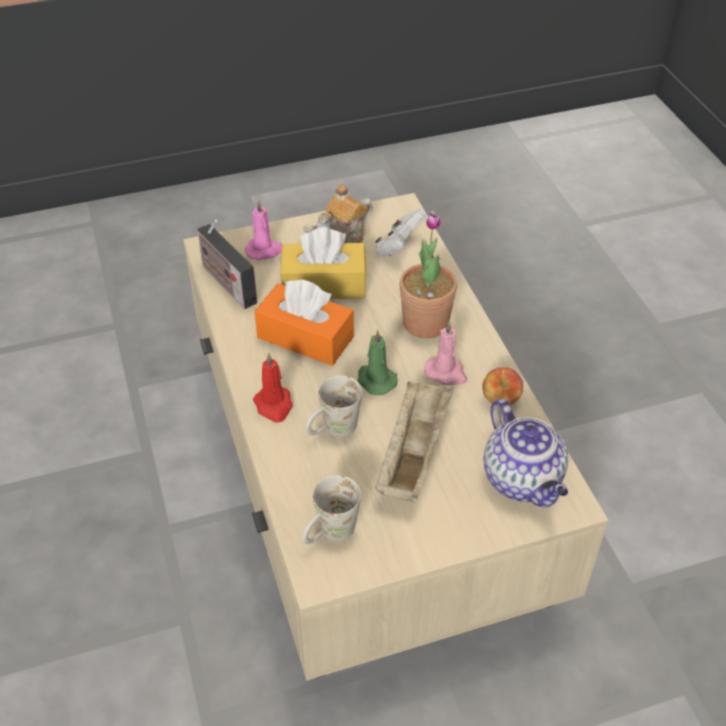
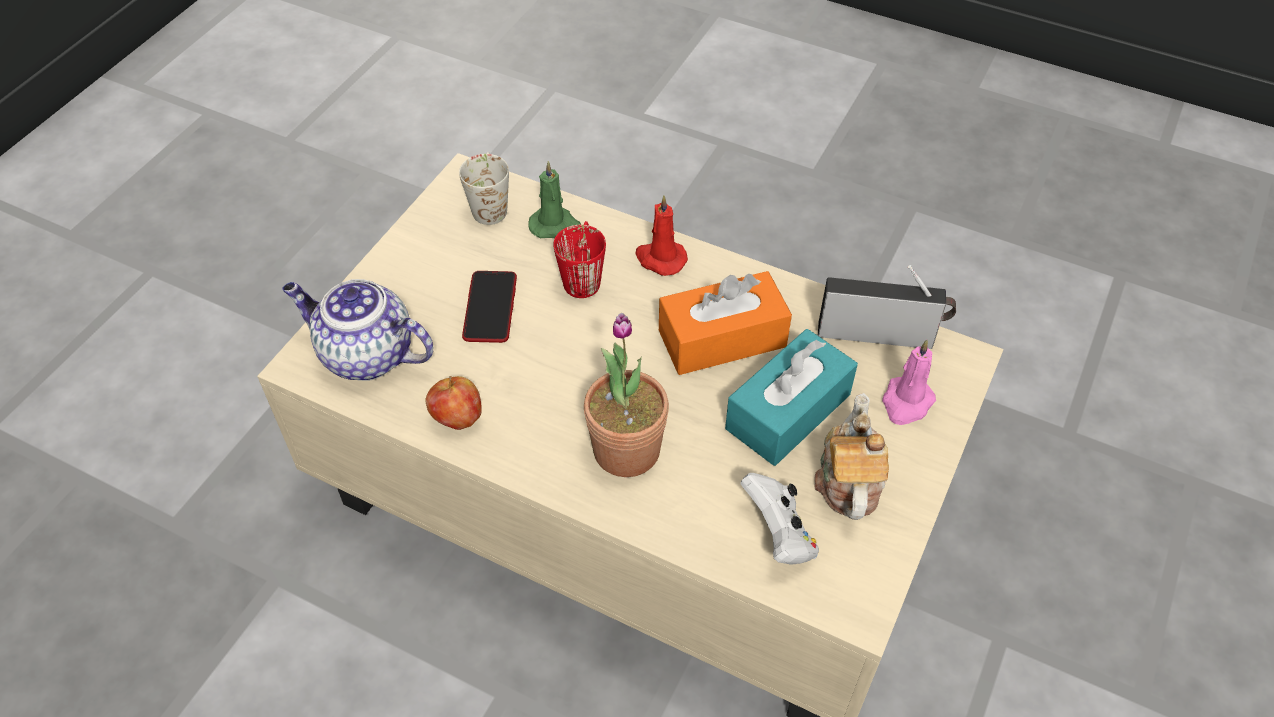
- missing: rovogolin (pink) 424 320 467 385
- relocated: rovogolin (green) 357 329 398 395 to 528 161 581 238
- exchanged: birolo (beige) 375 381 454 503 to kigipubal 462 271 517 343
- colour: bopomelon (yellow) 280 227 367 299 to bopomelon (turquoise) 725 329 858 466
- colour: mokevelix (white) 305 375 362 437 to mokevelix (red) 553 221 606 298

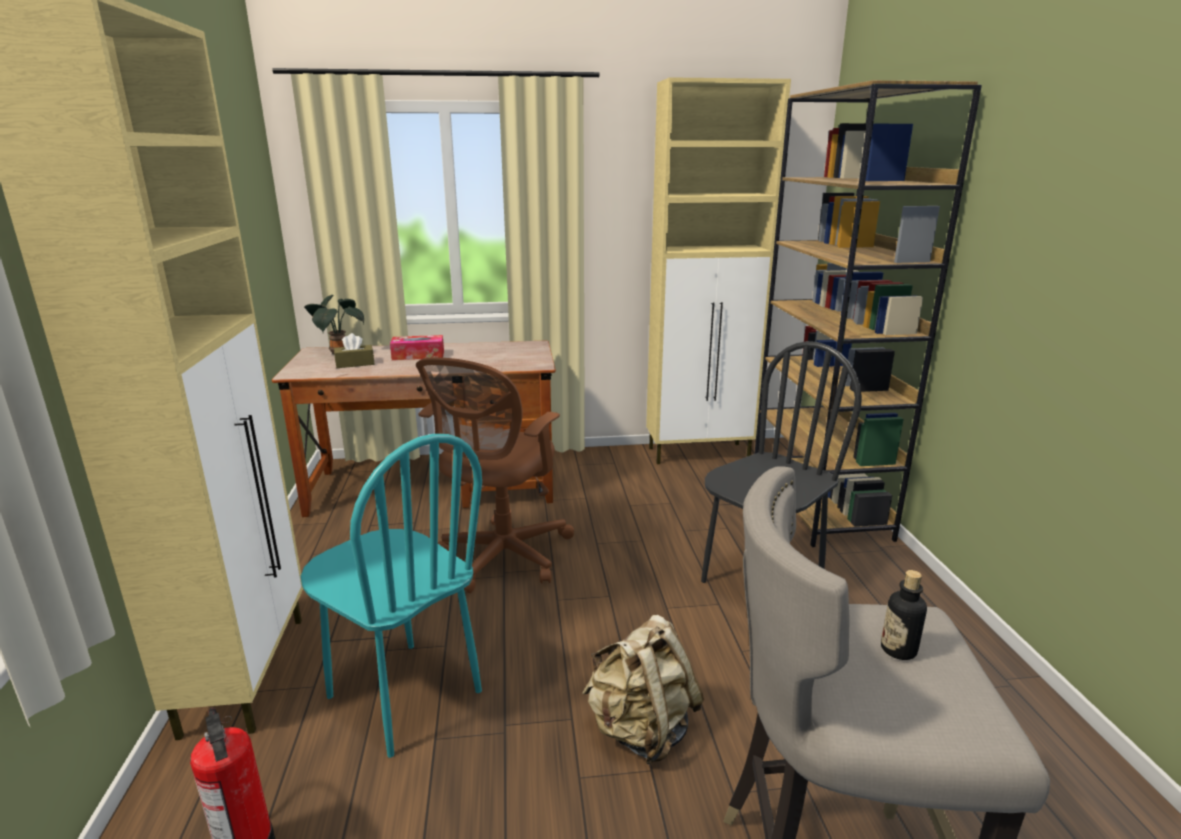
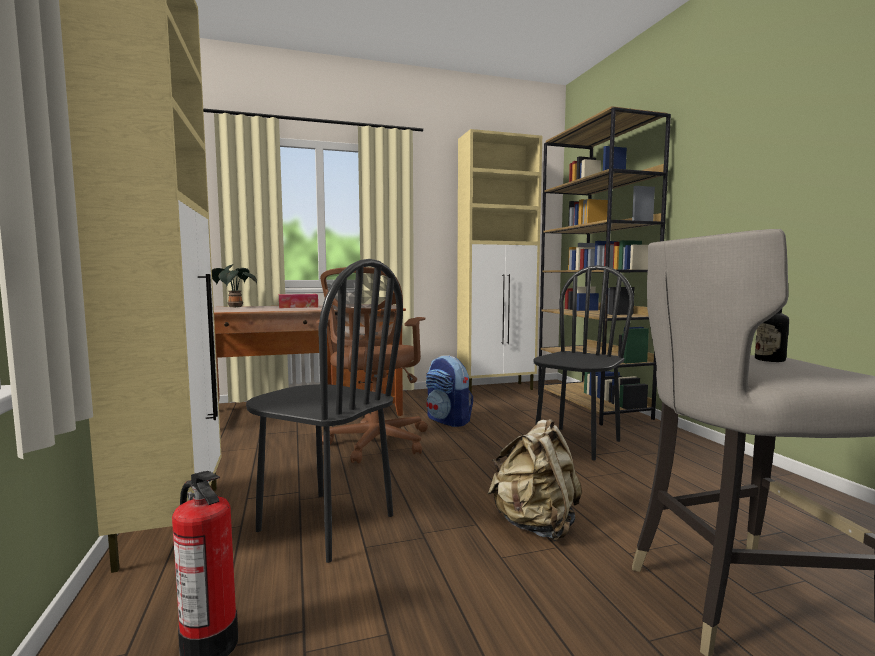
- missing: bopomelon (brown) 334 333 374 368
- appeared: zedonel 426 355 473 427
- colour: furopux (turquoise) 301 434 482 758 to furopux (black) 246 259 403 563

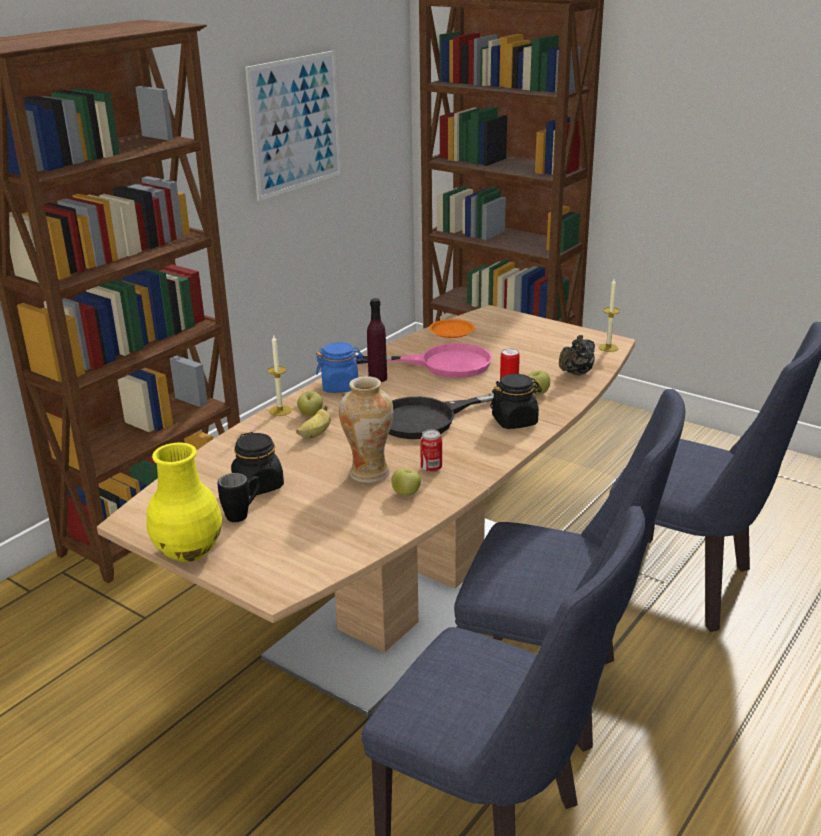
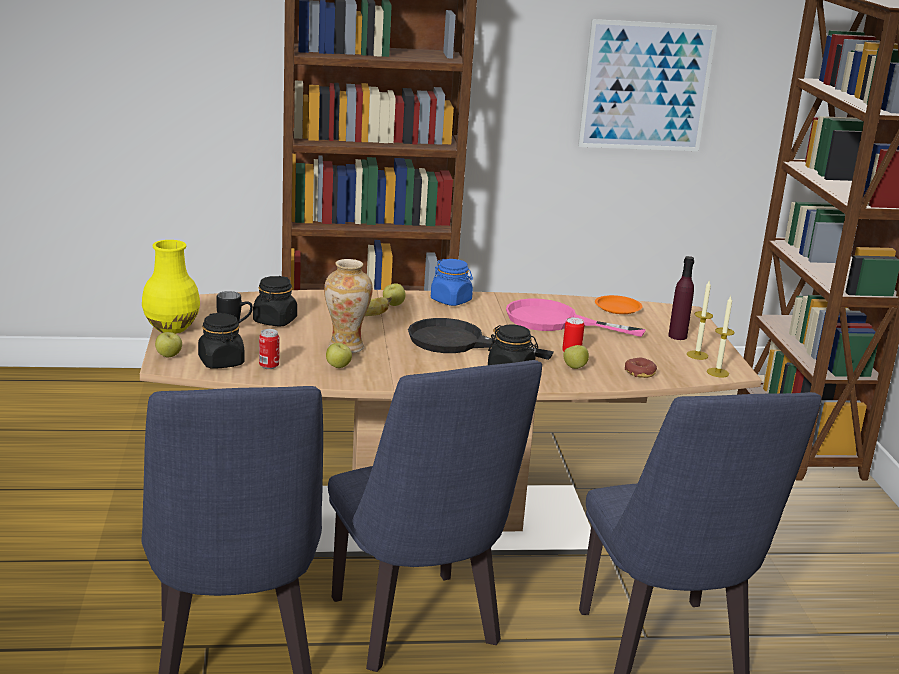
- appeared: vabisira 155 332 182 357
- appeared: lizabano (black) 198 313 244 369
- relocated: rovogolin 267 335 292 416 to 687 281 713 360
- relocated: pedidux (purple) 367 298 387 382 to 668 256 694 340
- relocated: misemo 420 429 442 473 to 259 329 280 369
- exchanged: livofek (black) 559 335 595 376 to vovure 625 358 657 378
- spun: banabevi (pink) 355 343 492 378 = 506 299 645 337 150 degrees clockwise

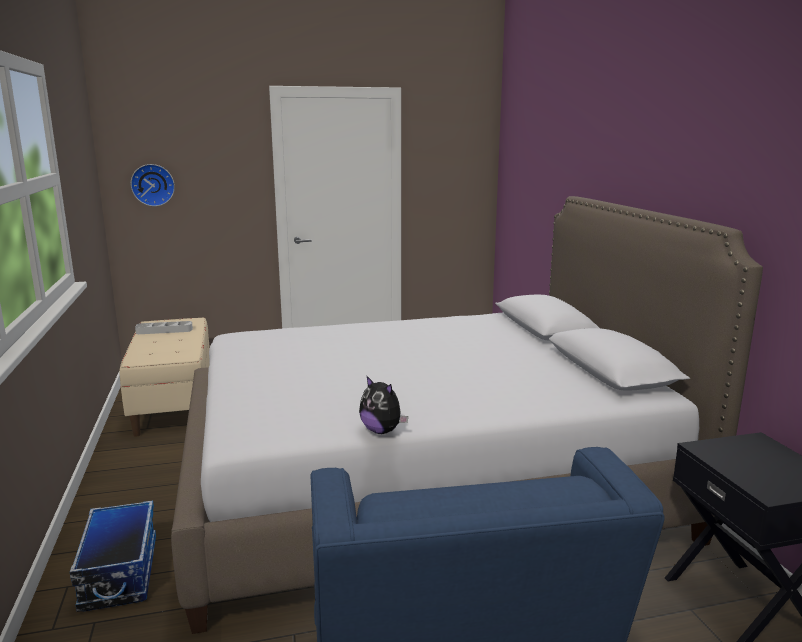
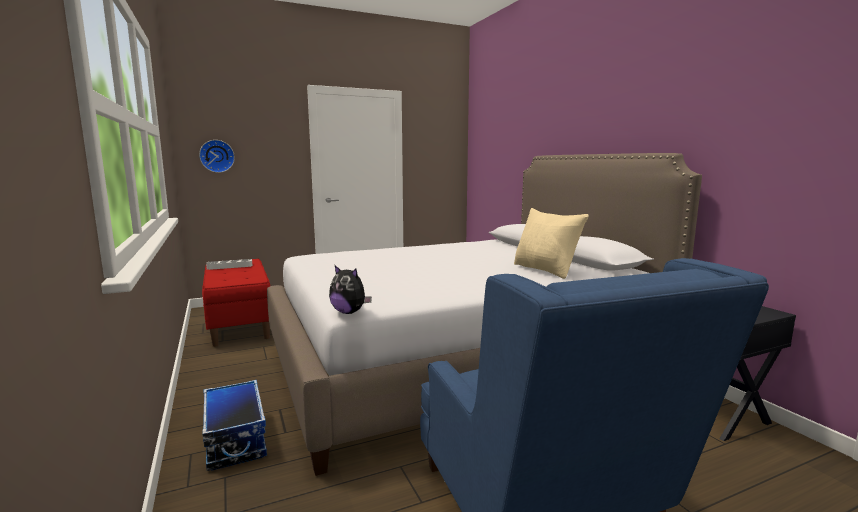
- appeared: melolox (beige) 514 208 589 279
- relocated: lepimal 359 375 408 434 to 329 265 372 314
- colour: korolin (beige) 120 317 210 437 to korolin (red) 202 259 270 347

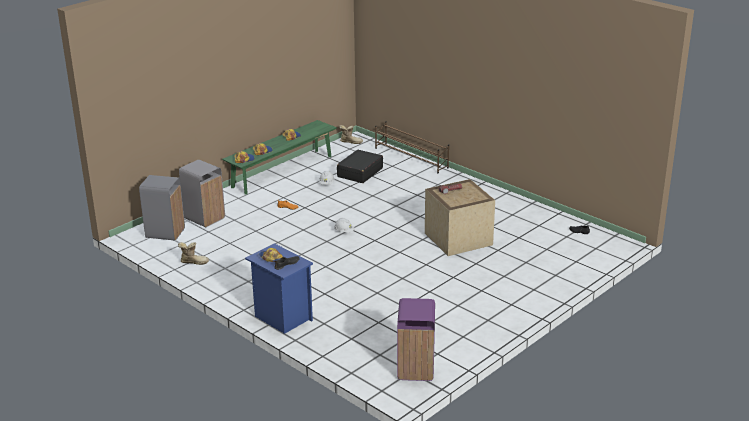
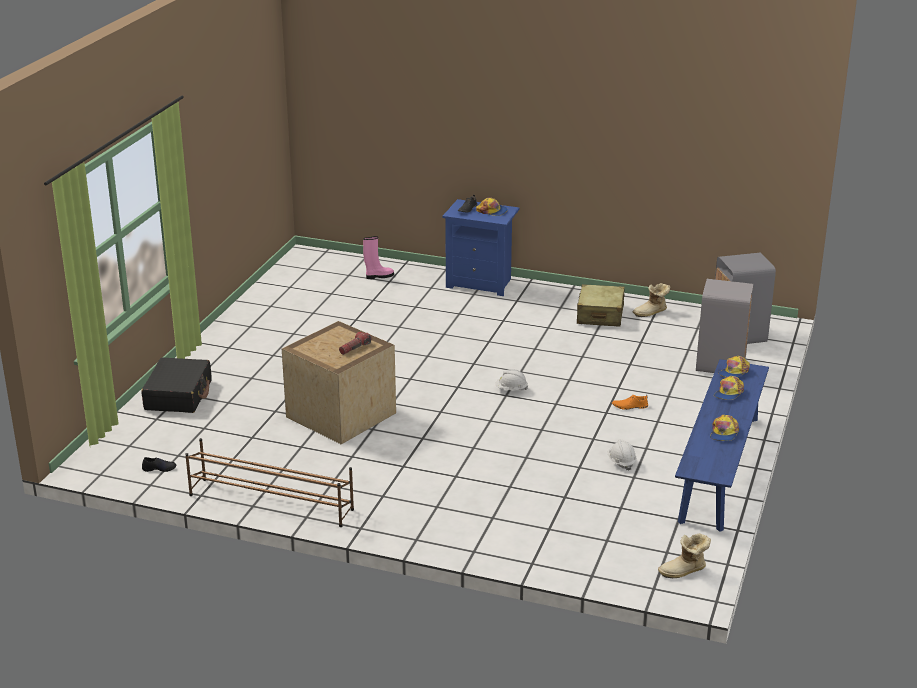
- missing: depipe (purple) 397 298 435 381
- appeared: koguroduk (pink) 363 236 394 279
- appeared: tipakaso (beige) 577 284 625 326
- relocated: tipakaso (black) 337 150 383 183 to 141 357 212 413
- relocated: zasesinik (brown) 375 121 449 173 to 185 438 354 527
- colour: korolin (green) 222 120 337 195 to korolin (blue) 675 359 769 532

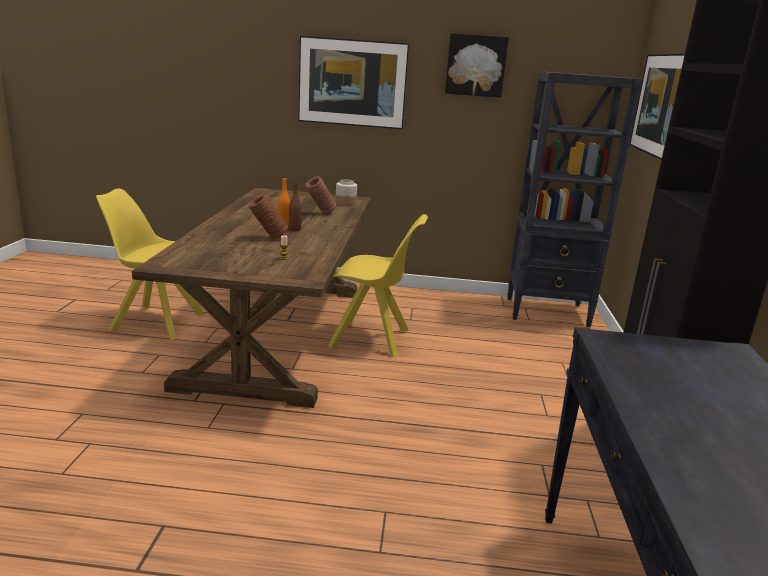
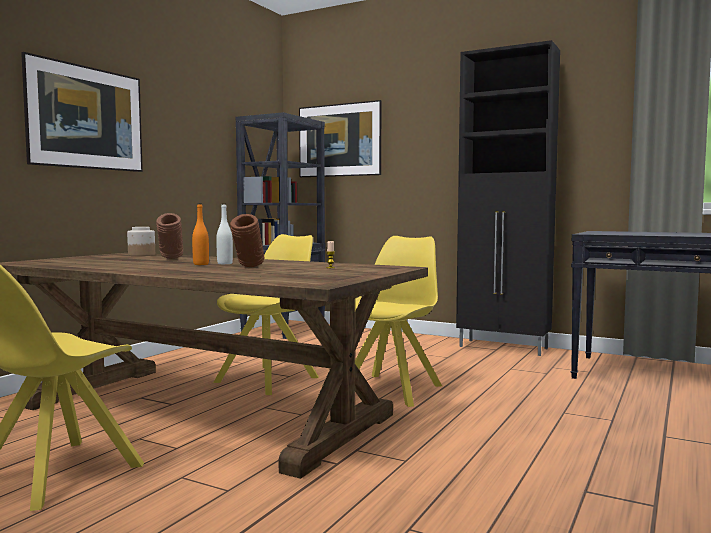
- missing: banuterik 445 33 509 98
- appeared: furopux (yellow) 355 236 442 407
- colour: pedidux (brown) 289 180 302 231 to pedidux (white) 216 203 233 264

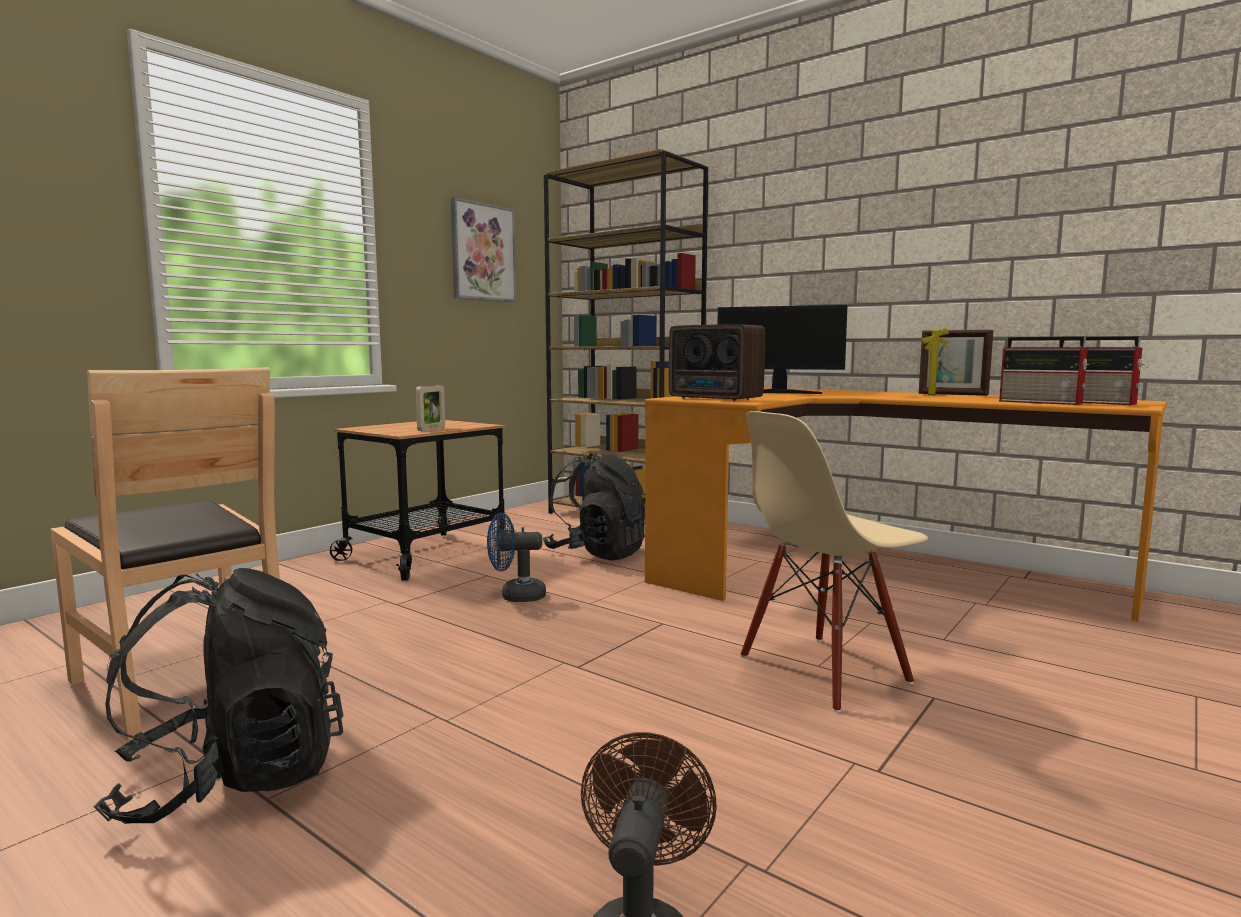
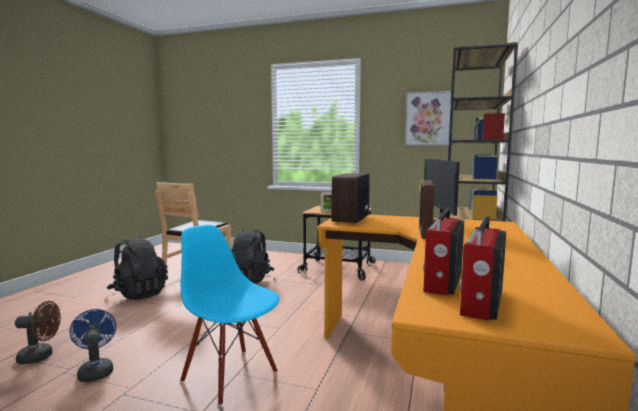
- relocated: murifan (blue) 487 513 546 602 to 69 309 116 382
- relocated: zedonel (black) 543 453 645 561 to 231 229 275 284
- relocated: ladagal 919 327 993 396 to 419 180 435 239
- colour: furopux (beige) 741 411 928 713 to furopux (blue) 180 225 279 406

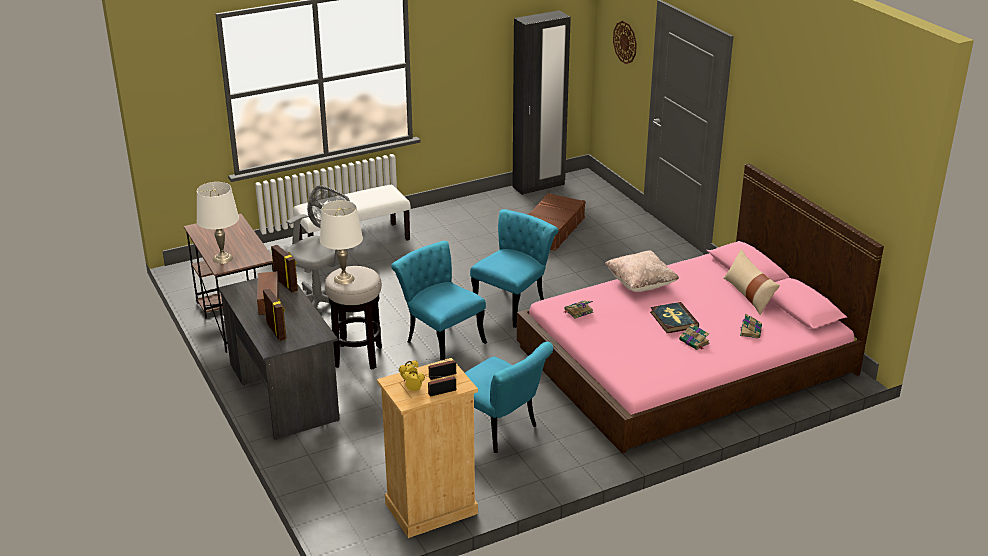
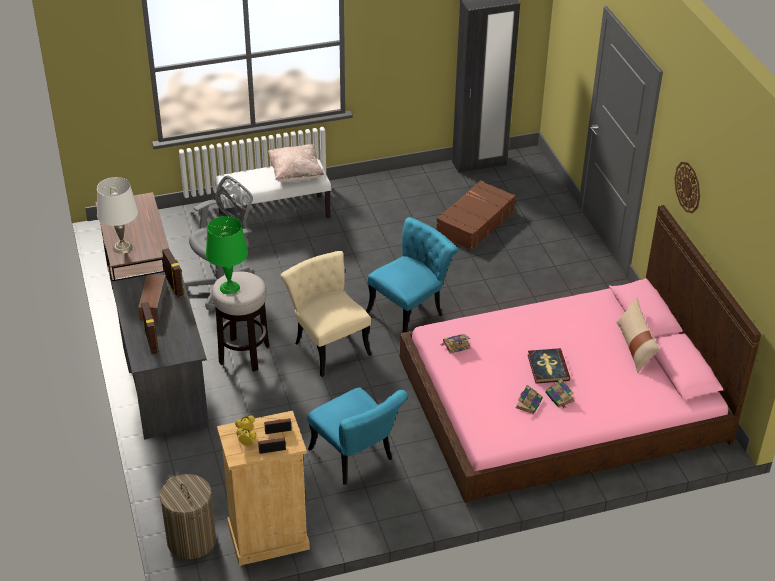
- appeared: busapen 160 474 216 559
- relocated: melolox (beige) 605 250 679 292 to 268 144 324 182
- relocated: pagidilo 613 21 637 64 to 674 162 700 213
- relocated: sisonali 740 314 762 339 to 516 385 543 414
- colour: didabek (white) 320 200 363 284 to didabek (green) 206 216 248 295
- colour: furopux (turquoise) 391 241 487 360 to furopux (beige) 281 251 372 377

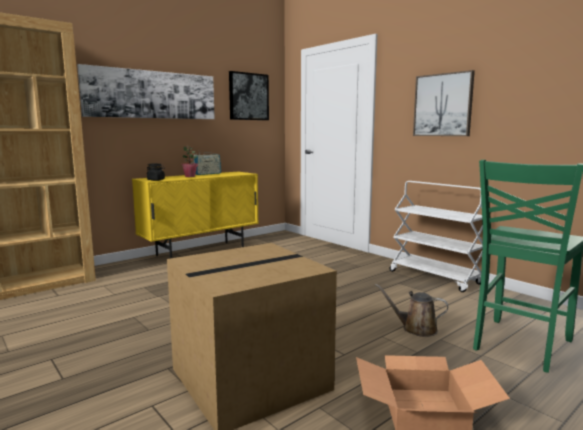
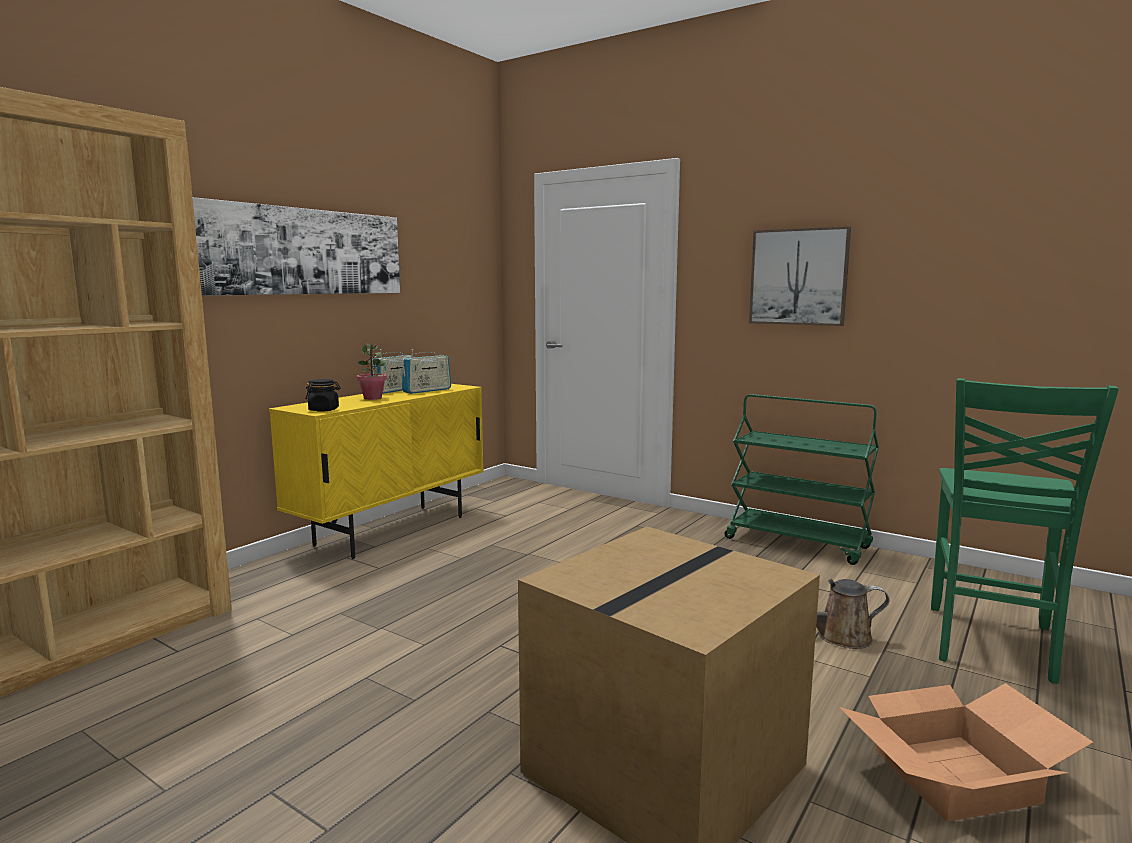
- missing: banuterik 229 71 269 120
- appeared: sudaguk 402 349 451 394
- colour: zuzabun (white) 389 181 483 292 to zuzabun (green) 725 394 879 565

